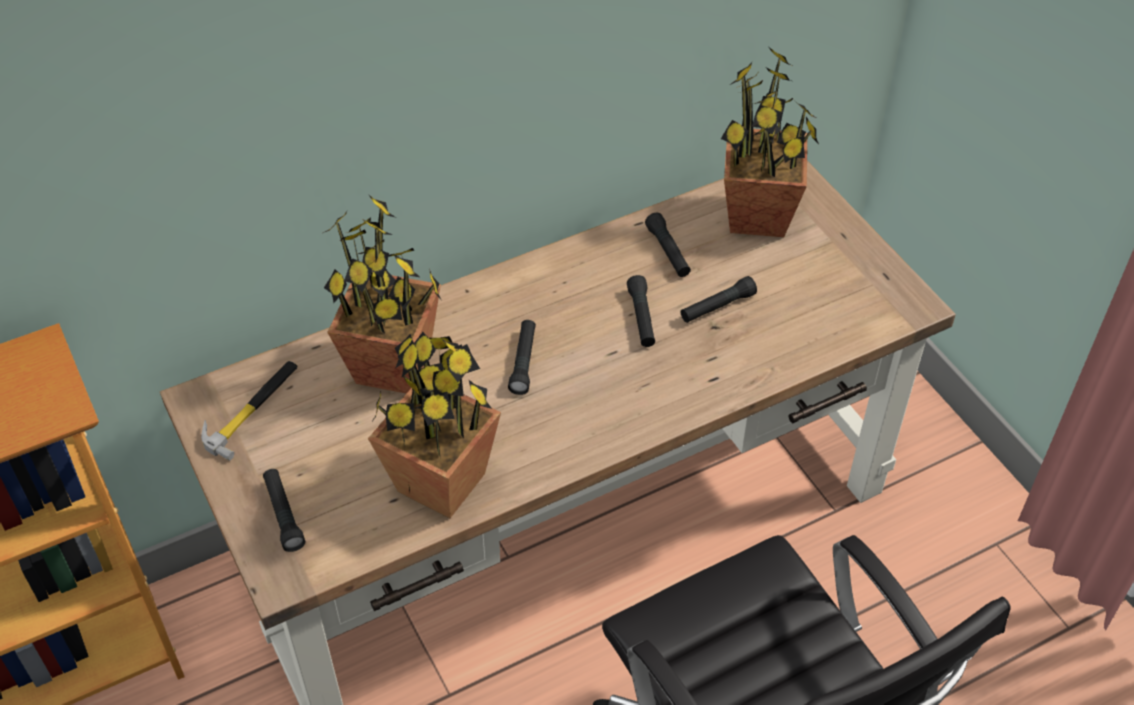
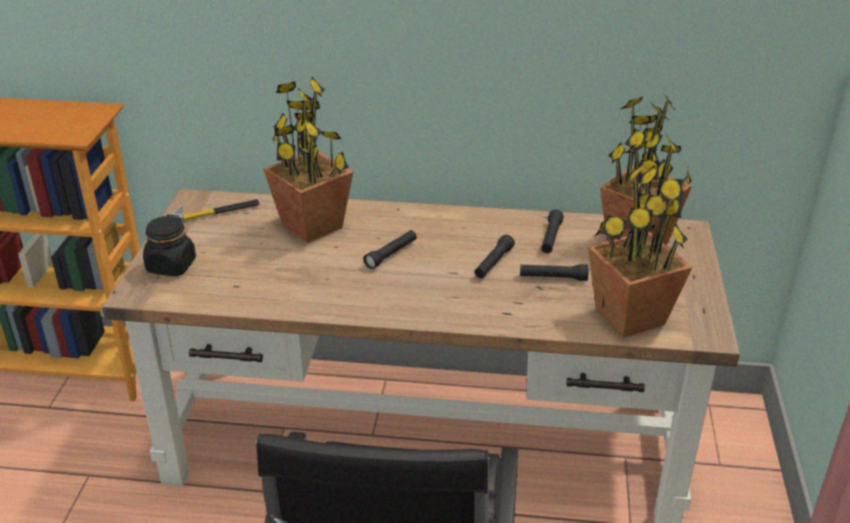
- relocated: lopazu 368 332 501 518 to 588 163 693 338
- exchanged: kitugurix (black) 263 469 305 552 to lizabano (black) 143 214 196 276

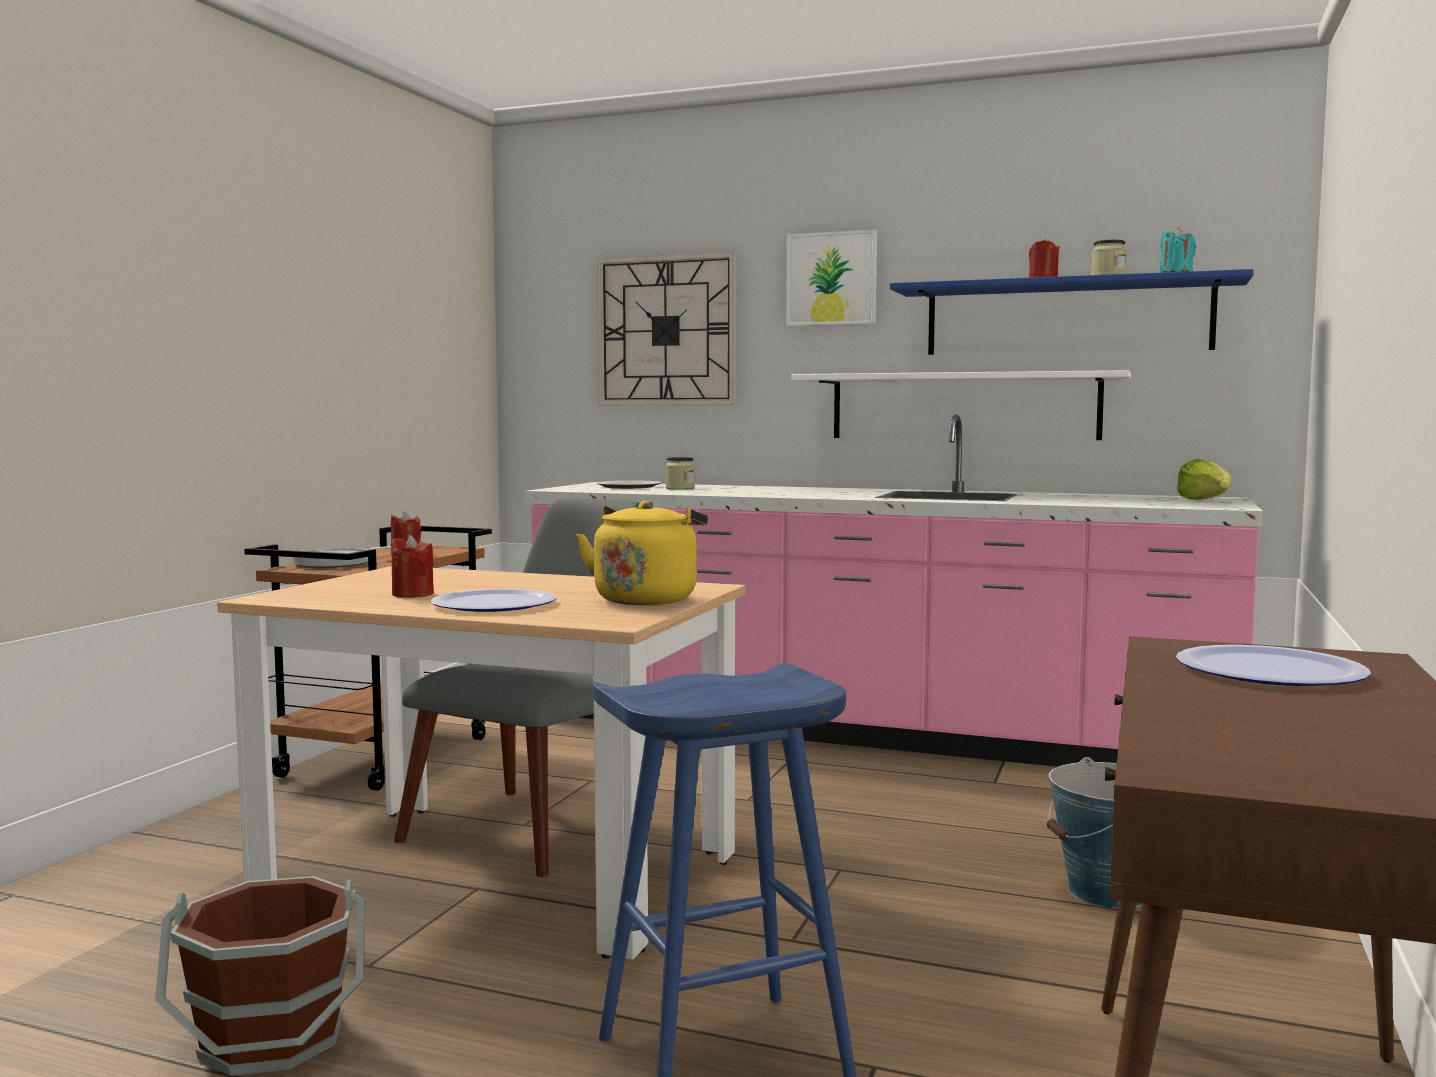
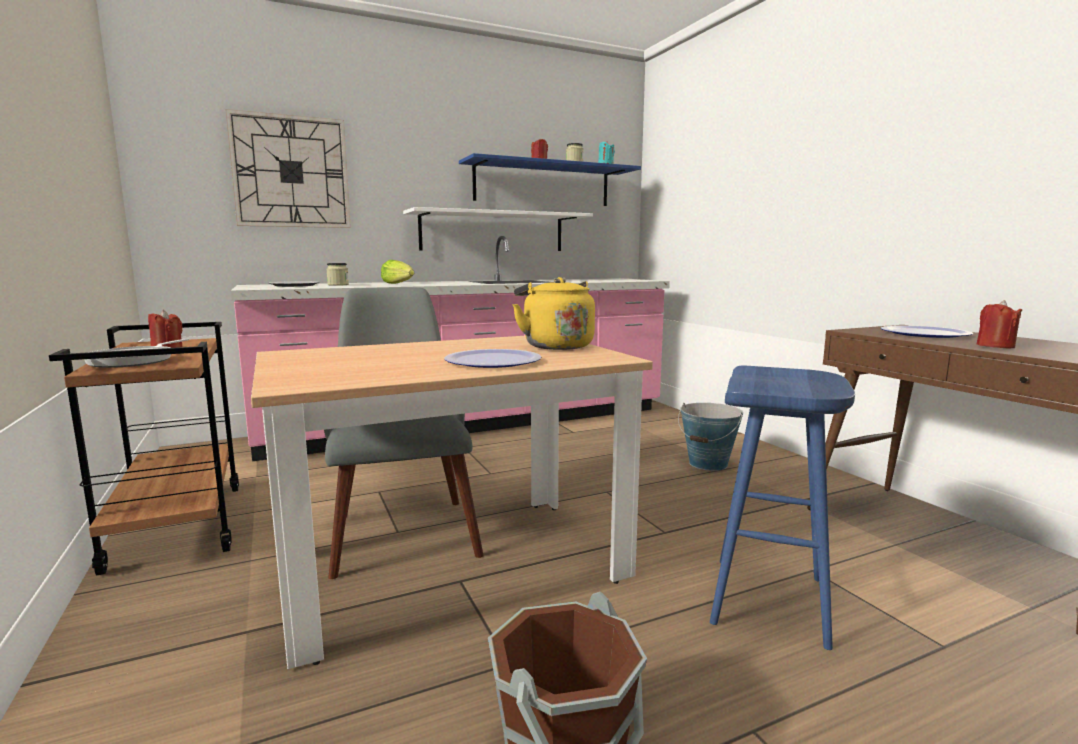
- missing: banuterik 786 230 877 326
- relocated: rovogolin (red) 391 535 434 598 to 976 300 1023 349
- relocated: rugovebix 1177 459 1231 500 to 381 260 414 284

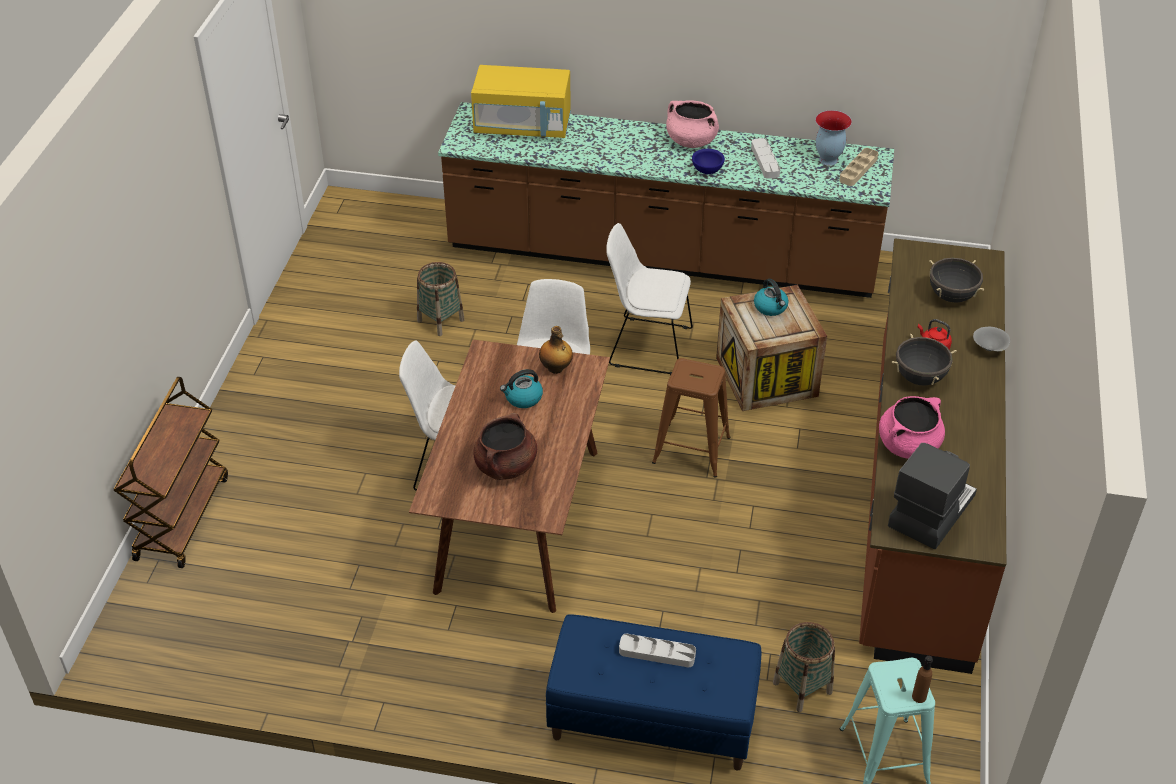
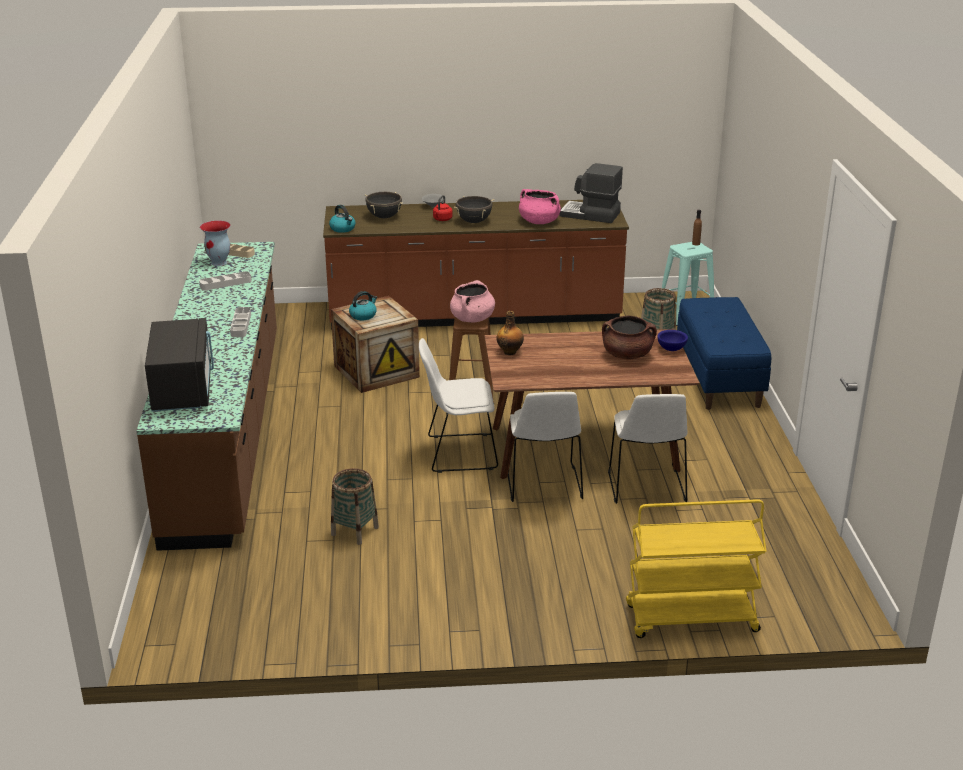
- relocated: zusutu 500 369 543 408 to 329 205 356 233
- relocated: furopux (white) 606 223 693 375 to 608 394 687 504
- relocated: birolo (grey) 619 634 696 668 to 230 307 251 337
- relocated: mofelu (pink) 666 100 719 148 to 450 280 495 322
- relocated: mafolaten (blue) 692 149 725 174 to 657 330 688 351
- colour: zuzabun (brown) 113 377 228 568 to zuzabun (yellow) 626 499 767 638
- colour: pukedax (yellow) 471 65 571 138 to pukedax (black) 145 318 214 412

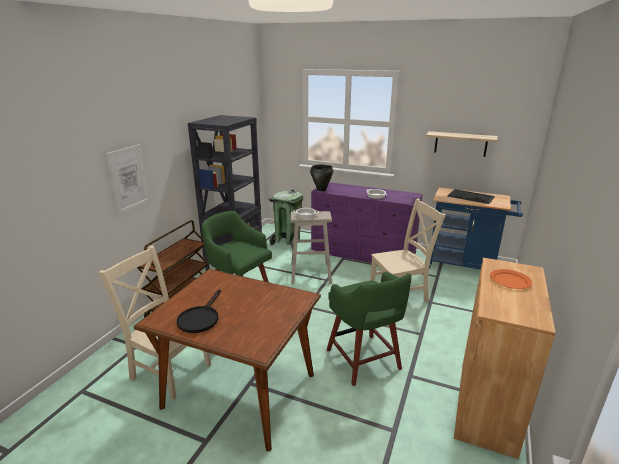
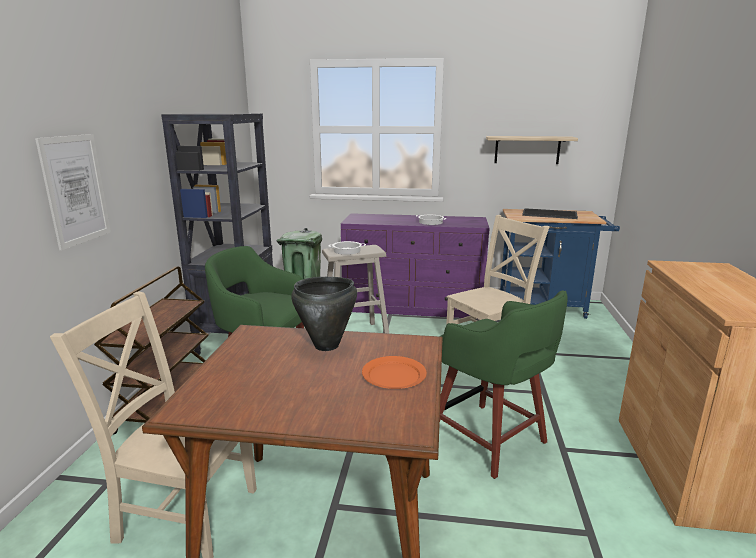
- missing: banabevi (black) 177 289 221 333
- relocated: mofelu (black) 310 165 334 191 to 291 277 357 351
- relocated: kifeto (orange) 490 269 532 289 to 362 356 427 389

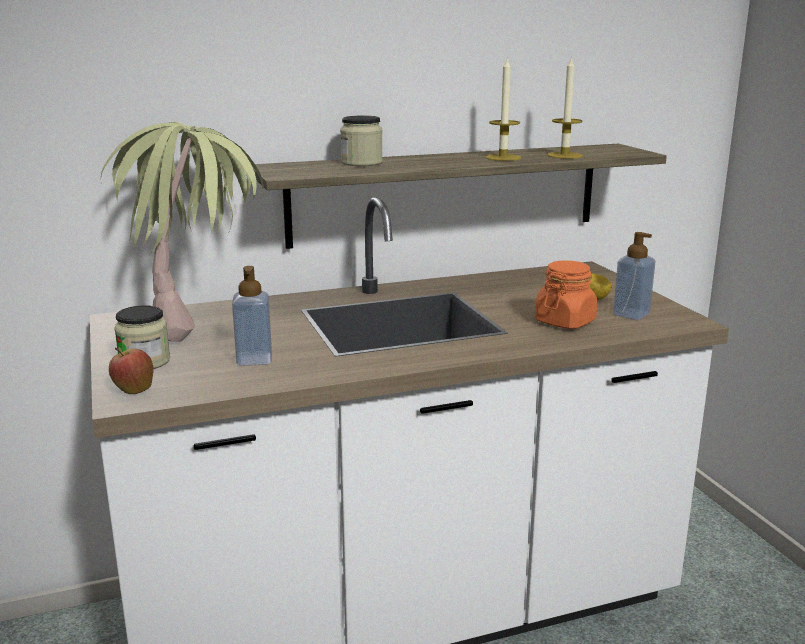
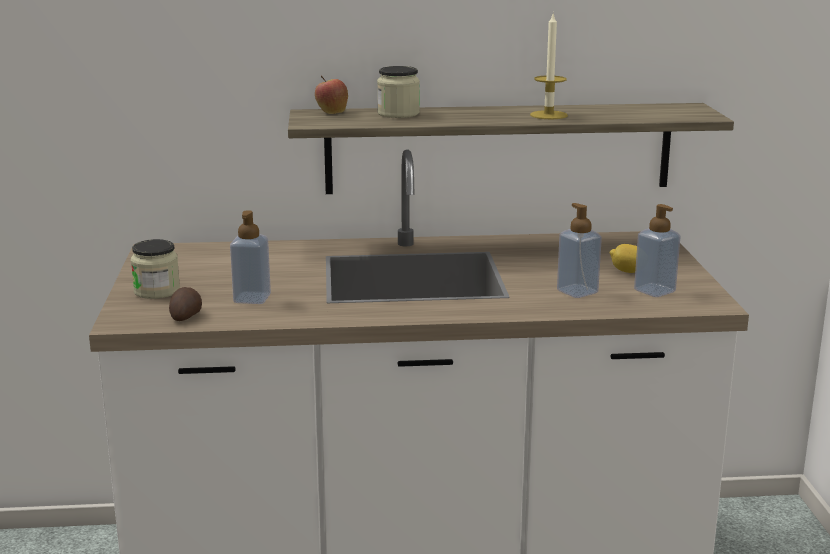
- missing: lopazu 101 122 264 342
- missing: rovogolin 547 56 583 159
- appeared: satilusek 169 287 202 321
- relocated: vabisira 109 347 154 394 to 315 75 348 114
- exchanged: lizabano (orange) 535 260 598 329 to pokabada 557 203 602 298

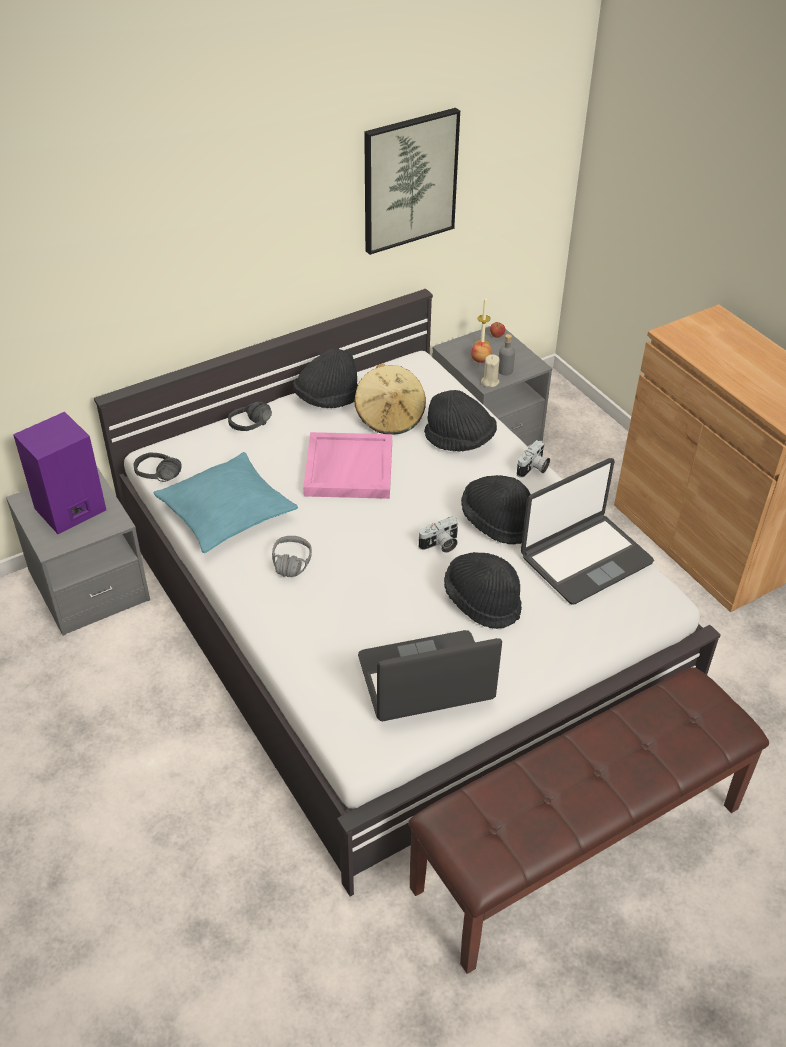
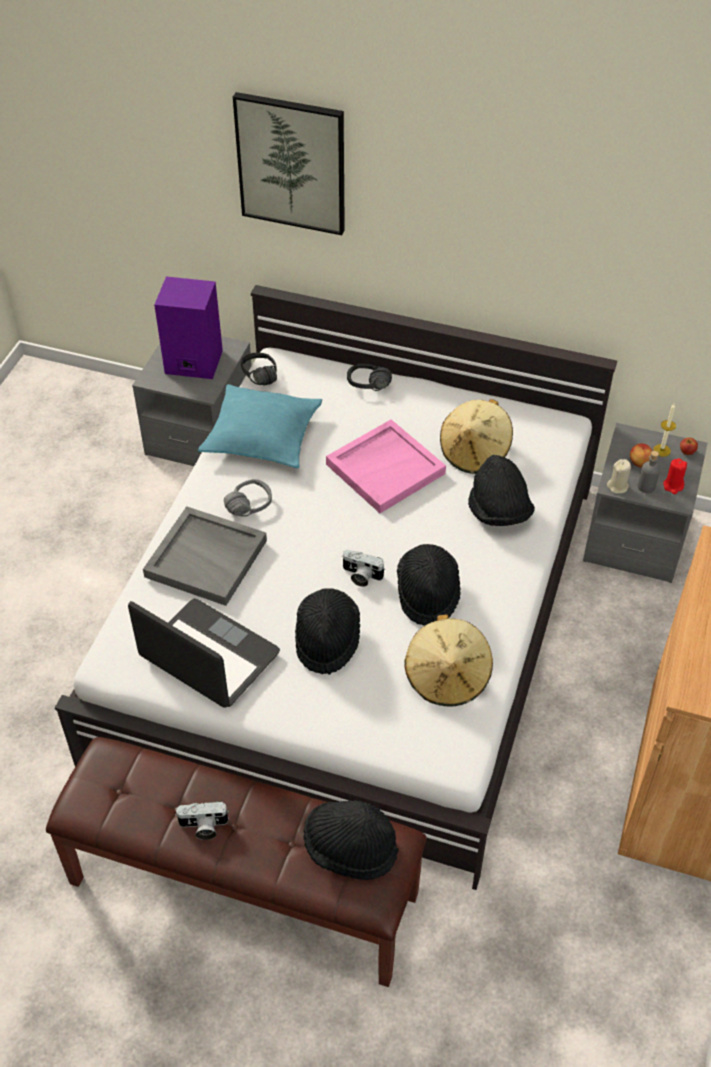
- appeared: birolo (grey) 143 506 267 606
- appeared: rovogolin (red) 663 458 687 494
- relocated: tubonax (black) 293 348 358 408 to 303 800 399 880
- relocated: banuterik 364 108 460 255 to 233 92 345 235
- relocated: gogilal 517 440 550 478 to 175 801 229 840
- exchanged: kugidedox 521 458 654 605 to tubonax (beige) 404 614 493 706

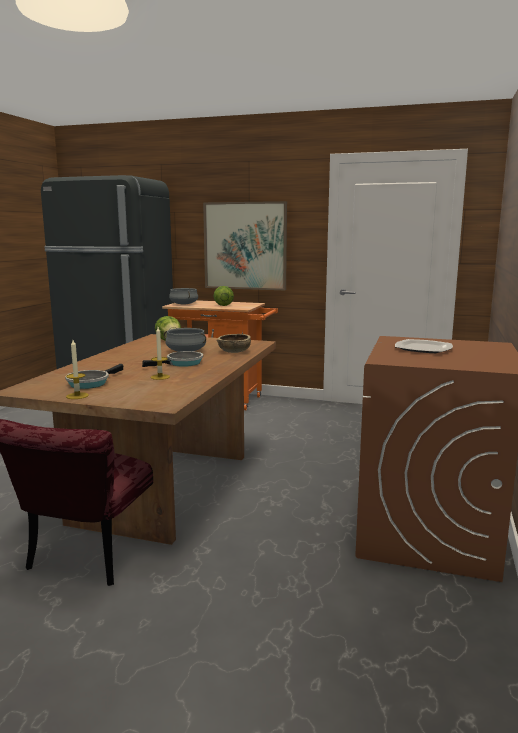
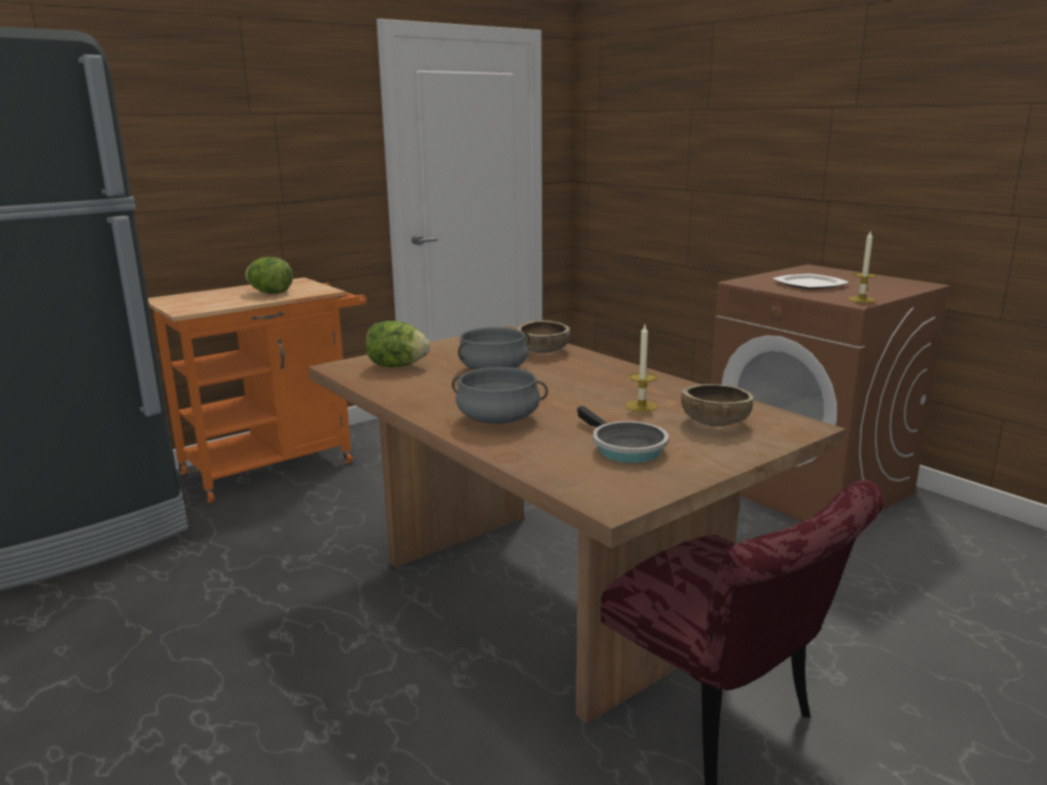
- missing: banabevi 142 351 203 367
- missing: banuterik 203 201 287 290
- appeared: mafolaten (brown) 681 384 754 427
- relocated: rovogolin 66 340 89 399 to 848 230 877 303
- relocated: mofelu (grey) 169 288 198 305 to 452 367 548 424

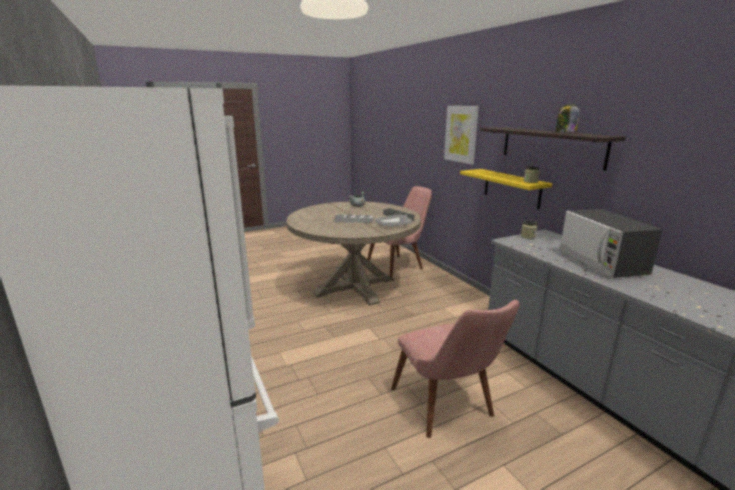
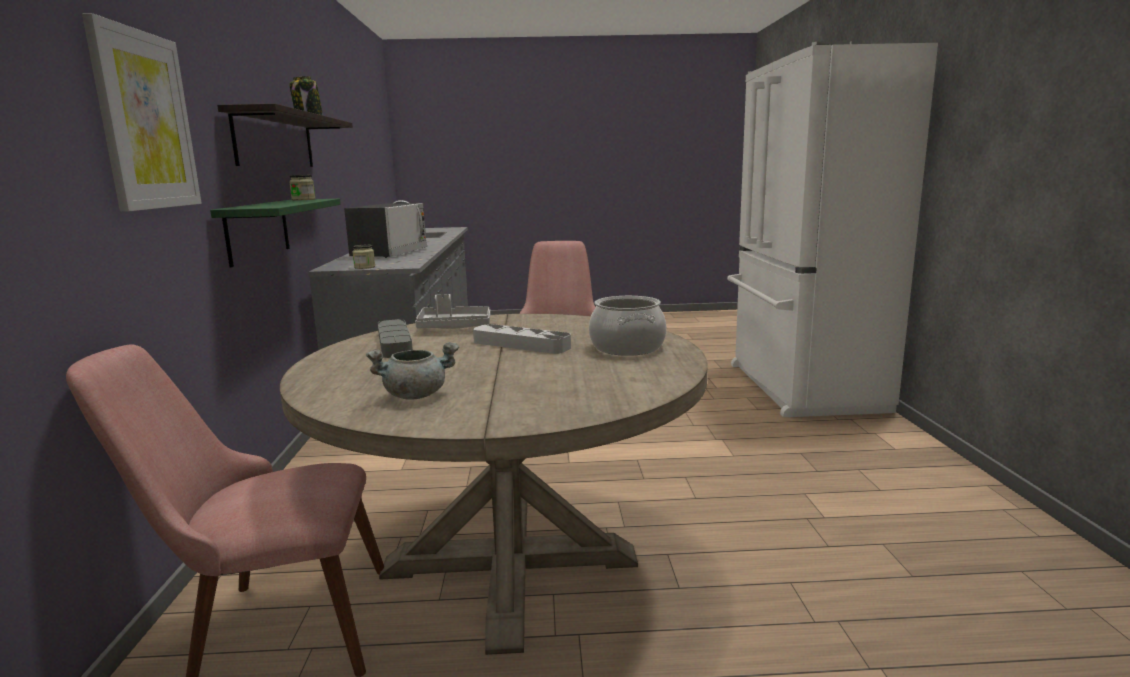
- appeared: mofelu 589 296 666 356
- colour: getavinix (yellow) 460 169 552 210 to getavinix (green) 210 199 341 267

